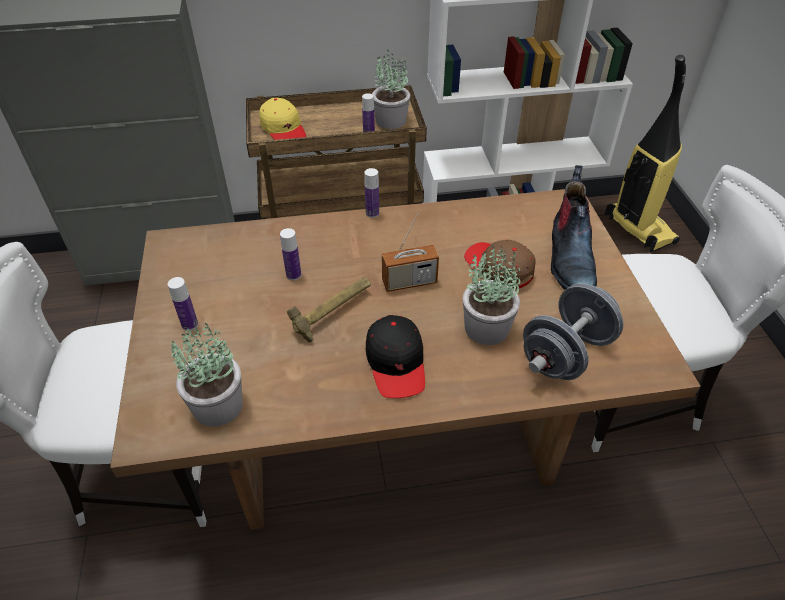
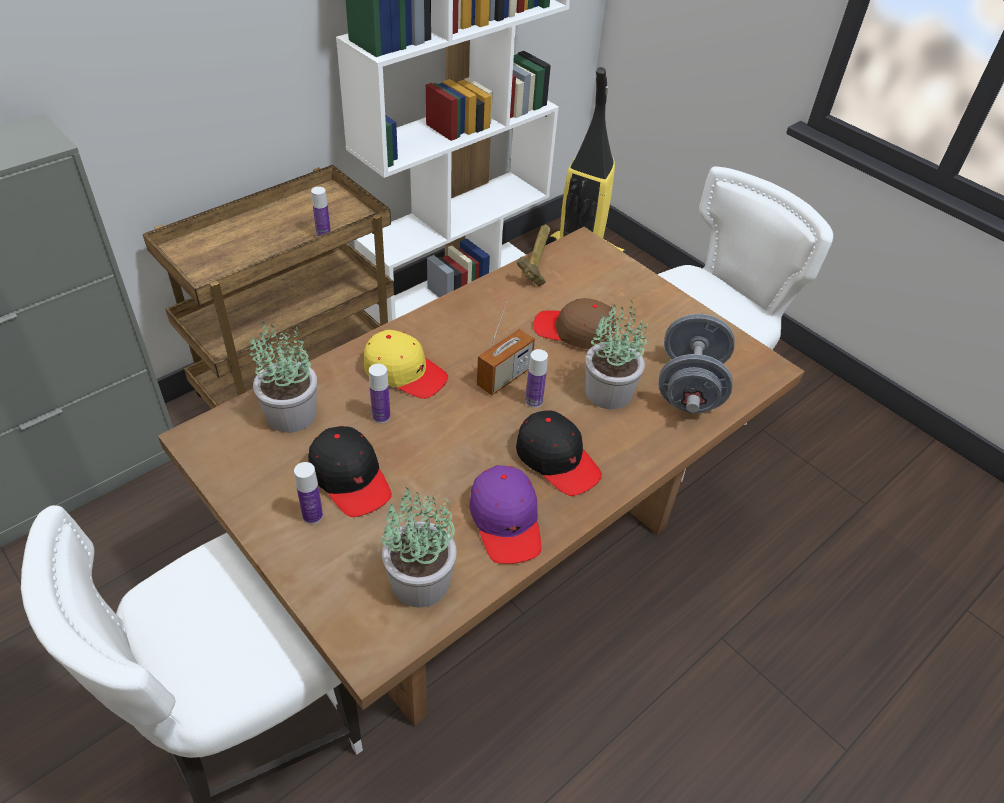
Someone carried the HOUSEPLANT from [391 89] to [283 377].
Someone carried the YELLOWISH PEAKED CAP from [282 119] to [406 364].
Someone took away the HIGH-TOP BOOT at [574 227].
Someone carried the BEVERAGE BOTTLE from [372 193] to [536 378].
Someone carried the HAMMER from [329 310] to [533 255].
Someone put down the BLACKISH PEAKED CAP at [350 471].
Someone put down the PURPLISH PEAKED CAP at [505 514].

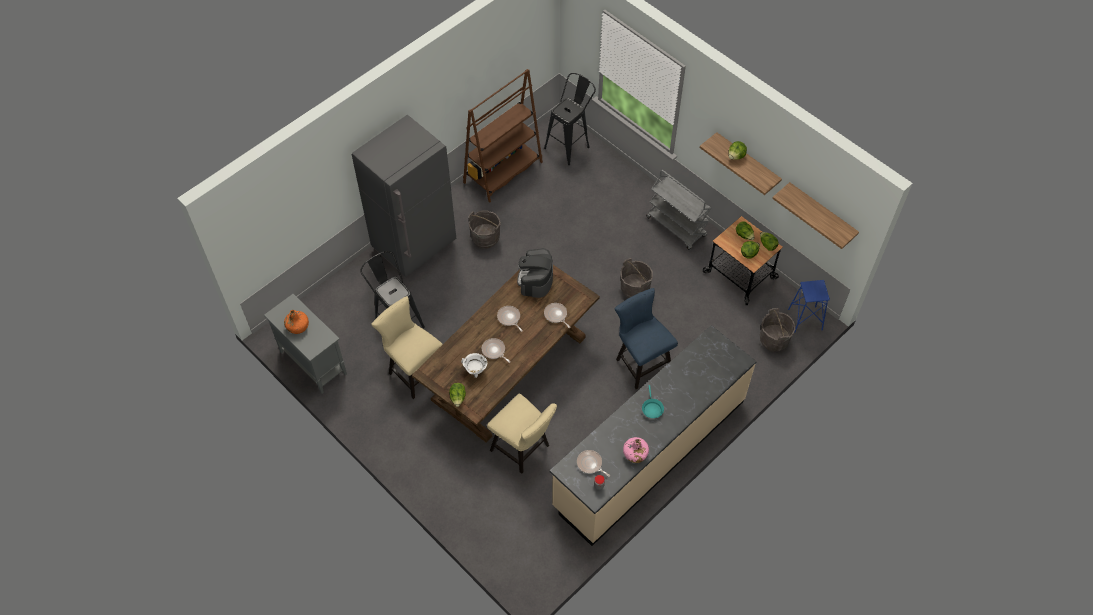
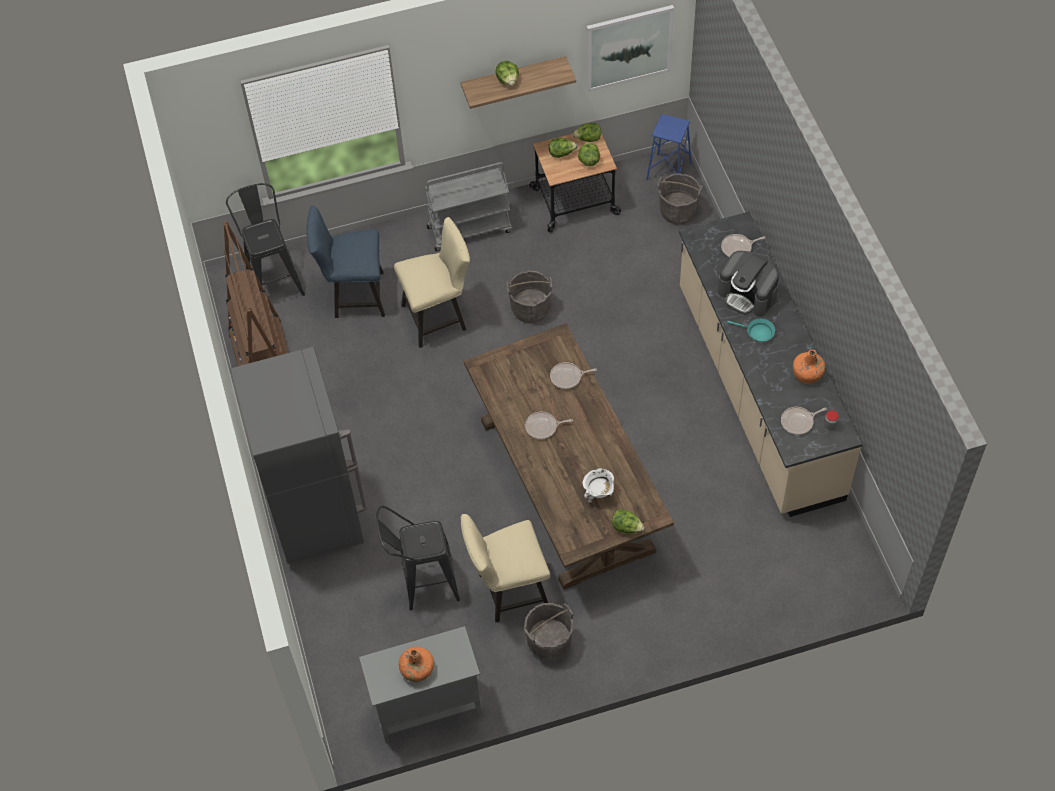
Someone swapped the BRACKET SHELF at [815 215] for the WALL PICTURE at [630 48].
Someone carried the GREYISH BUCKET from [484 229] to [549 631].
Someone carried the COFFEE BREWER from [535 273] to [748 284].
Someone carried the BLUE-COLOURED UPRIGHT CHAIR from [646 338] to [346 262].
Someone carried the SKILLET from [496 350] to [743 245].
Someone carried the BEIGE-COLOURED UPRIGHT CHAIR from [522 434] to [432 282].
Someone repainted the PINK-COLOURED BEVERAGE BOTTLE at [636 450], which became the ORANGE BEVERAGE BOTTLE at [809 366].

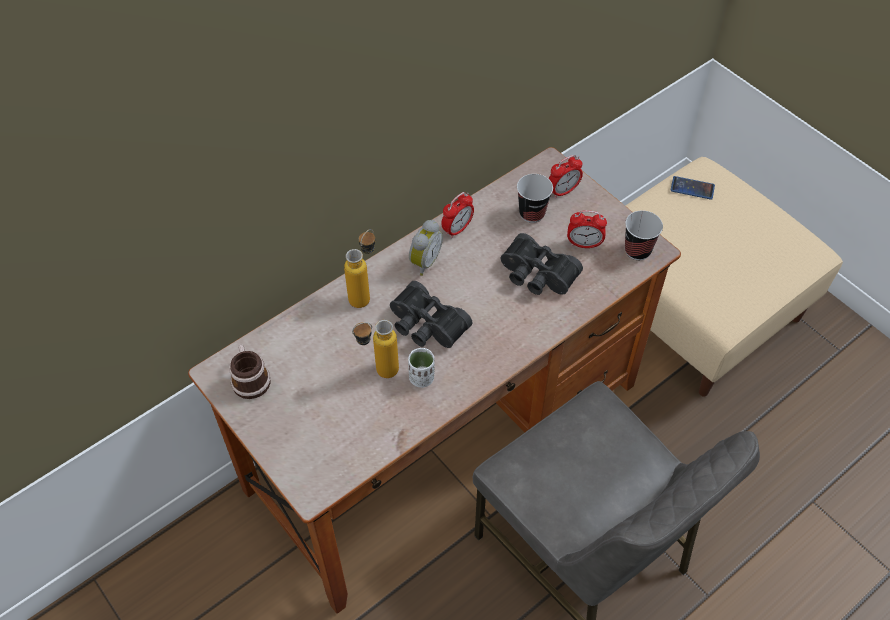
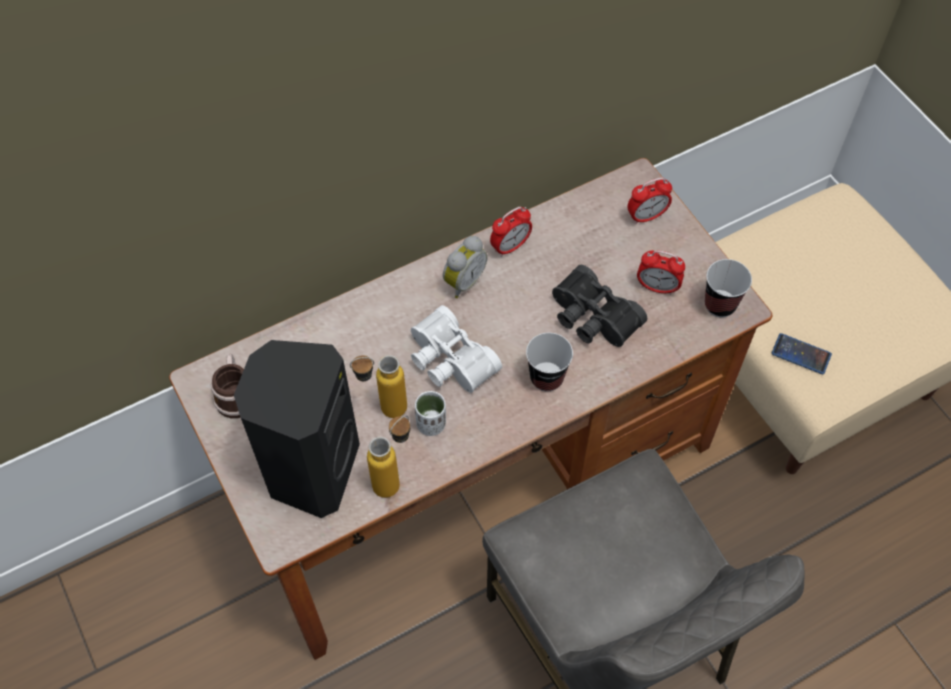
Someone carried the SMALL CUP from [535 198] to [549 362].
Someone carried the TELEPHONE from [693 188] to [802 354].
Someone carried the BEVERAGE BOTTLE from [359 268] to [388 457].
Someone repainted the BLACKISH BINOCULARS at [431 314], which became the WHITISH BINOCULARS at [456 349].
Someone put down the BLACKISH AUDIO SPEAKER at [297 429].

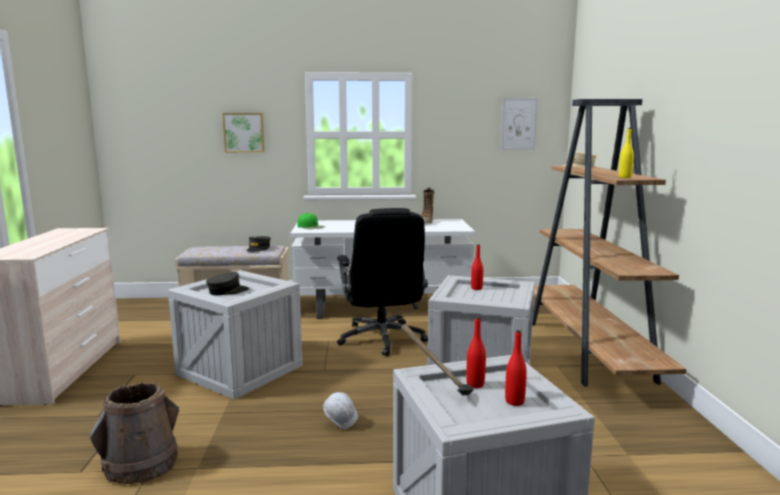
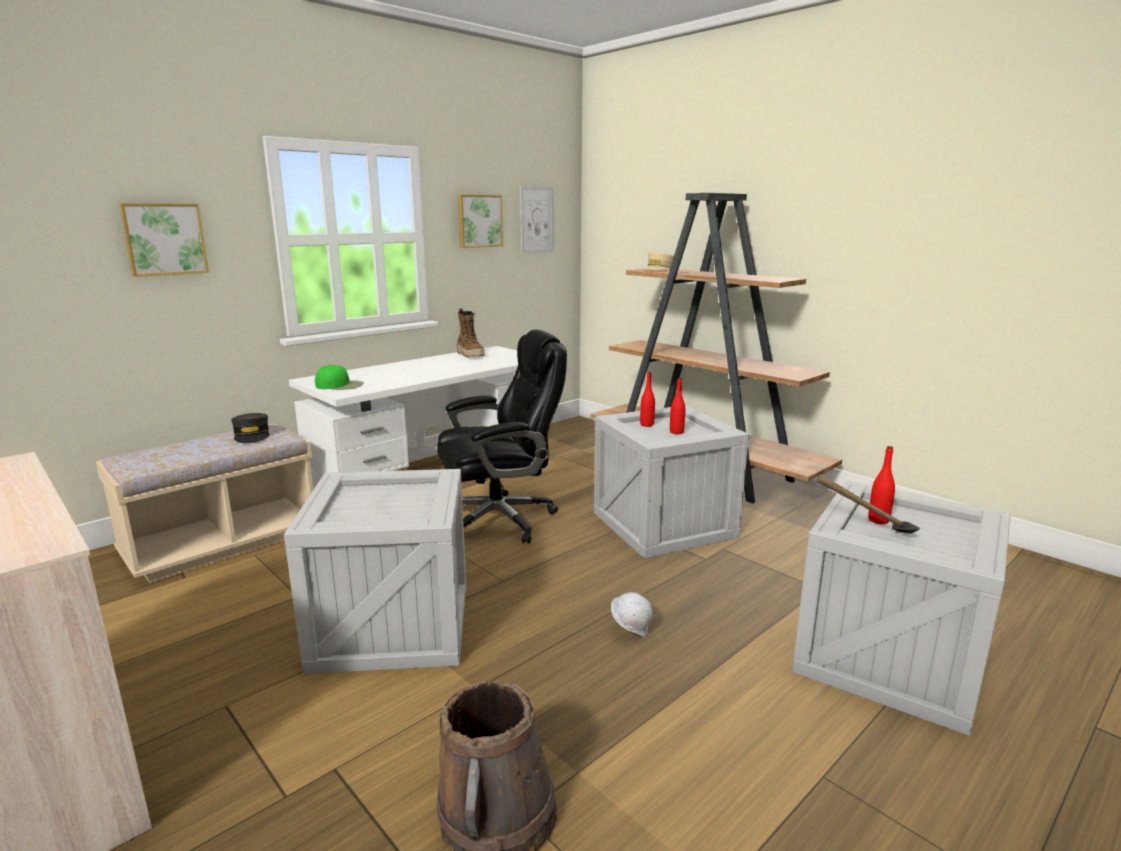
Someone took away the YELLOWISH BEVERAGE BOTTLE at [626 153].
Someone rotated the BLACKISH COMPUTER CHAIR at [382 282] by 60 degrees counterclockwise.
Someone took away the GREYISH PEAKED CAP at [227 283].
Someone carried the RED-COLOURED BEVERAGE BOTTLE from [516 368] to [677 406].
Someone put up the WALL PICTURE at [480 221].

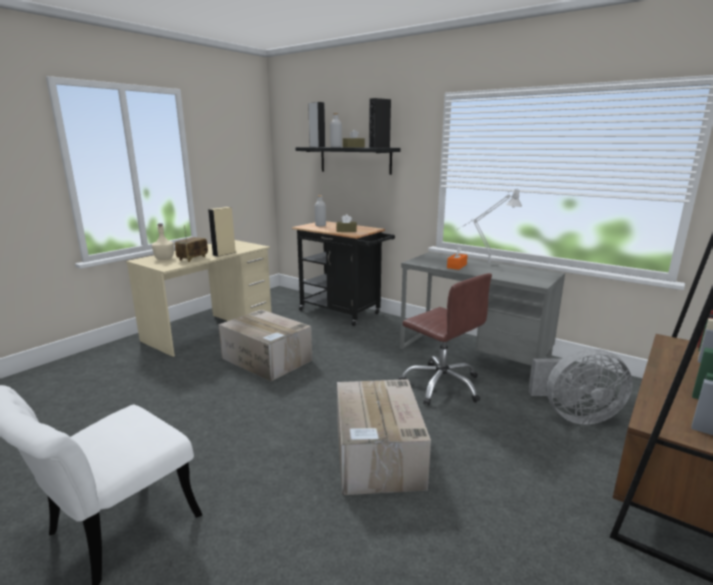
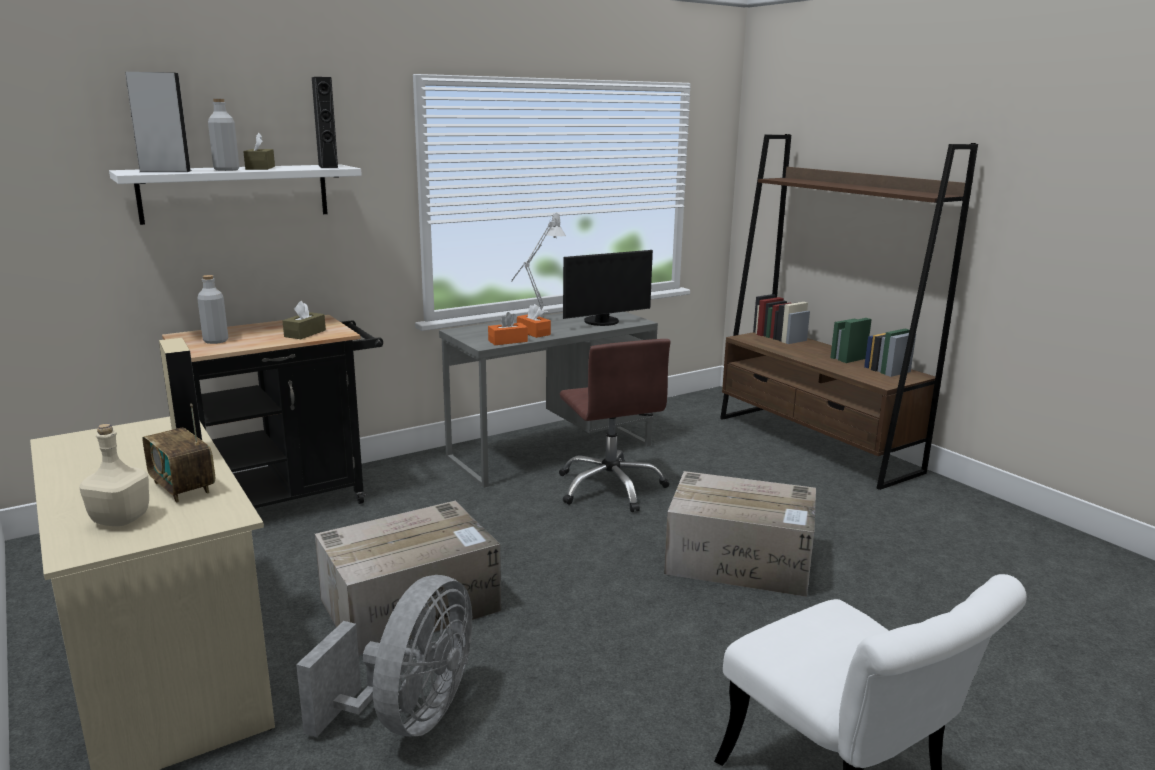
Someone repainted the BLACKISH BRACKET SHELF at [348 161], which became the WHITISH BRACKET SHELF at [235 194].
Someone rotated the BROWN COMPUTER CHAIR at [445 339] by 90 degrees clockwise.
Someone carried the GREYISH ELECTRIC FAN from [581 386] to [384 656].
Someone put down the MONITOR at [608 288].
Someone put down the ORANGE TISSUE BOX at [508 328].

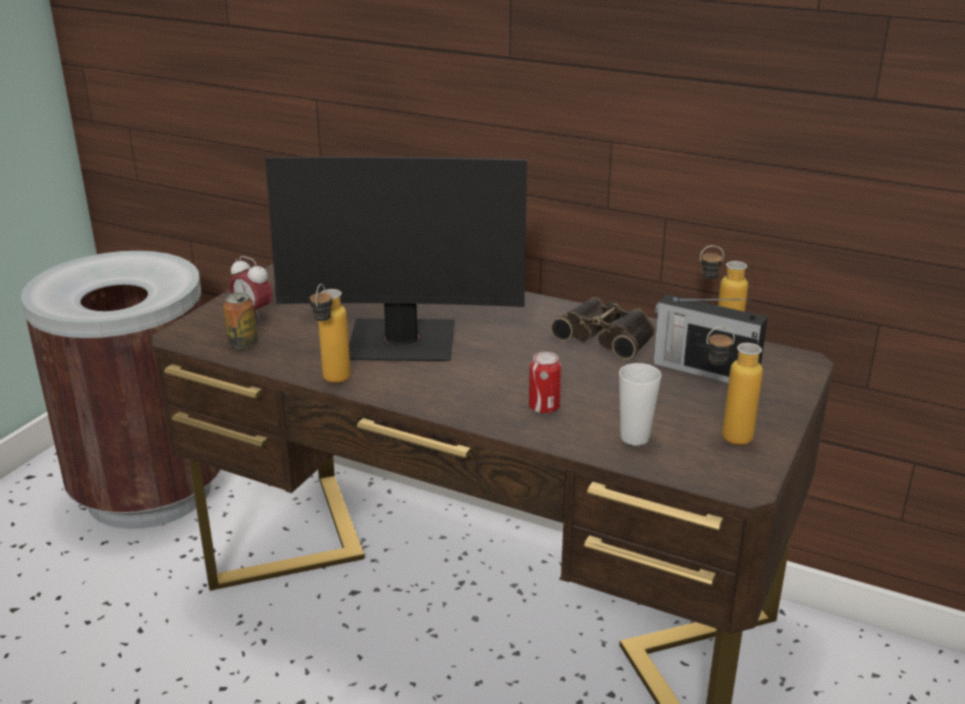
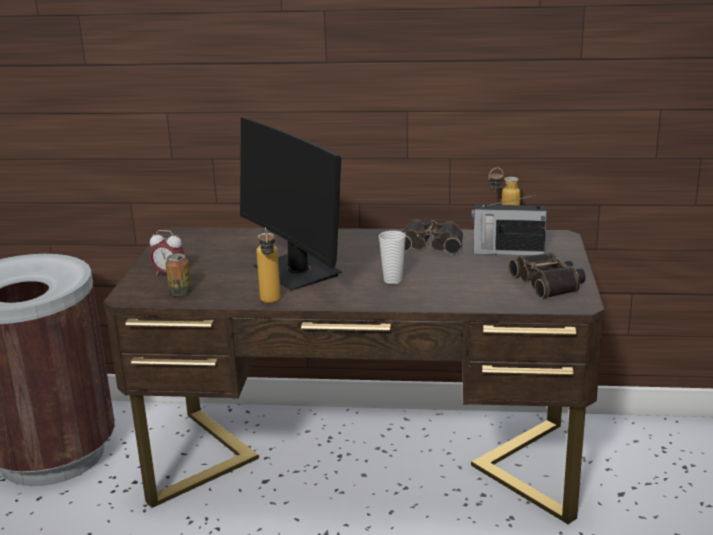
Someone rotated the MONITOR at [396 259] by 75 degrees clockwise.
Someone swapped the BEVERAGE BOTTLE at [735 385] for the BINOCULARS at [547 275].
Someone took away the SEALED CAN at [545 383].
Someone carried the SMALL CUP from [640 404] to [392 257].

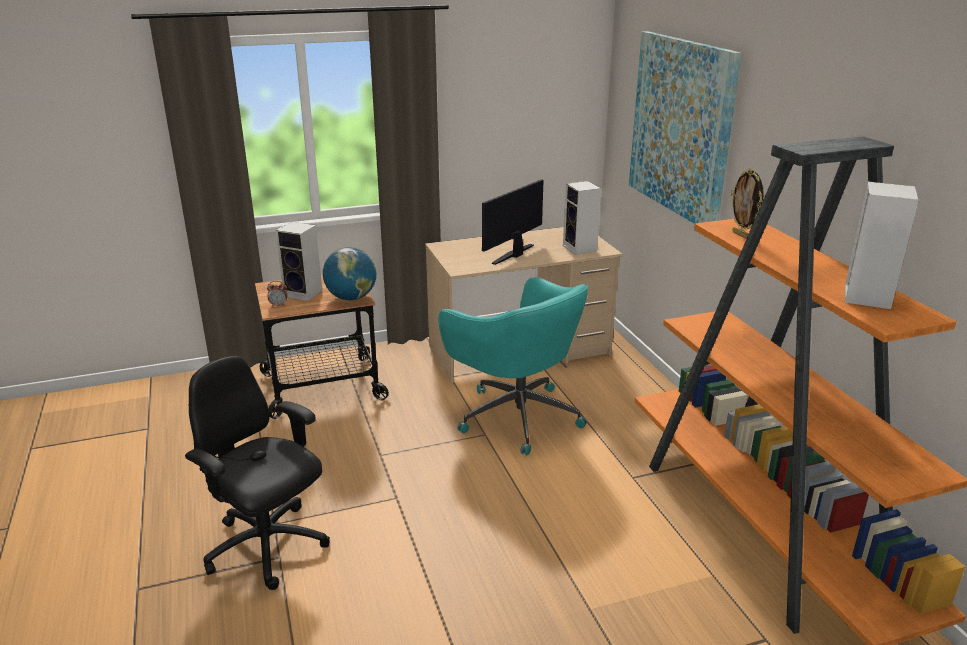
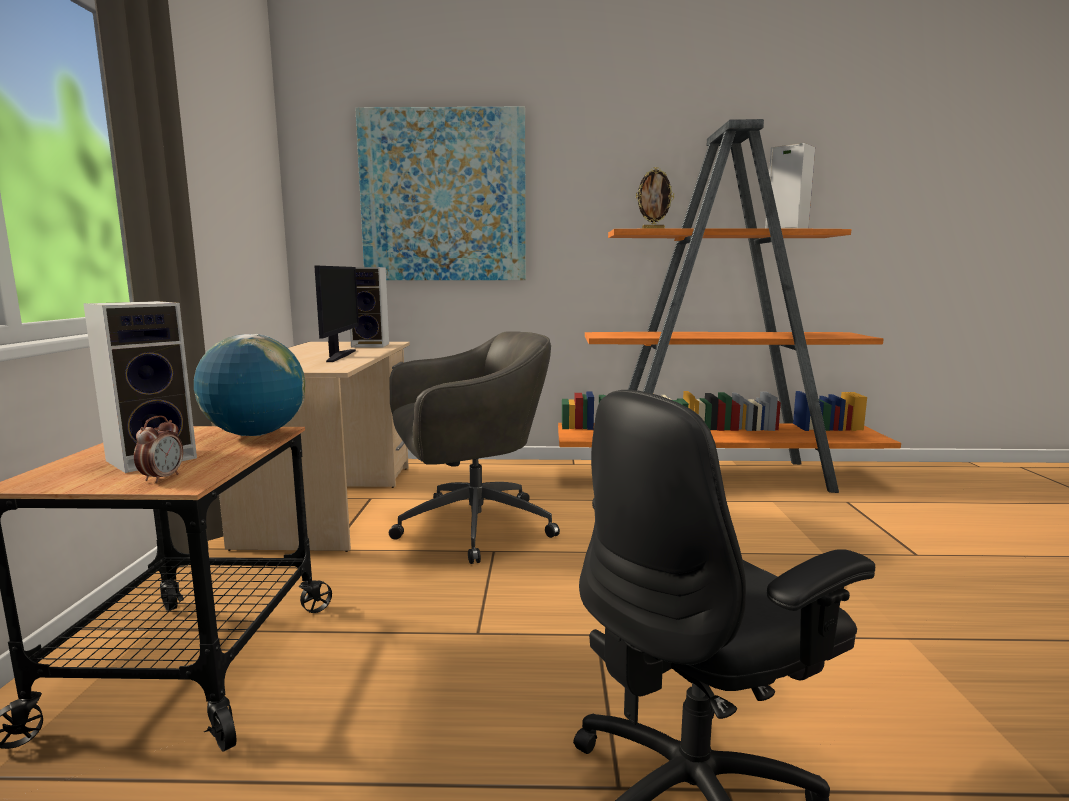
Someone rotated the MONITOR at [513 222] by 150 degrees counterclockwise.
Someone repainted the TURQUOISE COMPUTER CHAIR at [513 366], which became the GREYISH COMPUTER CHAIR at [474 447].

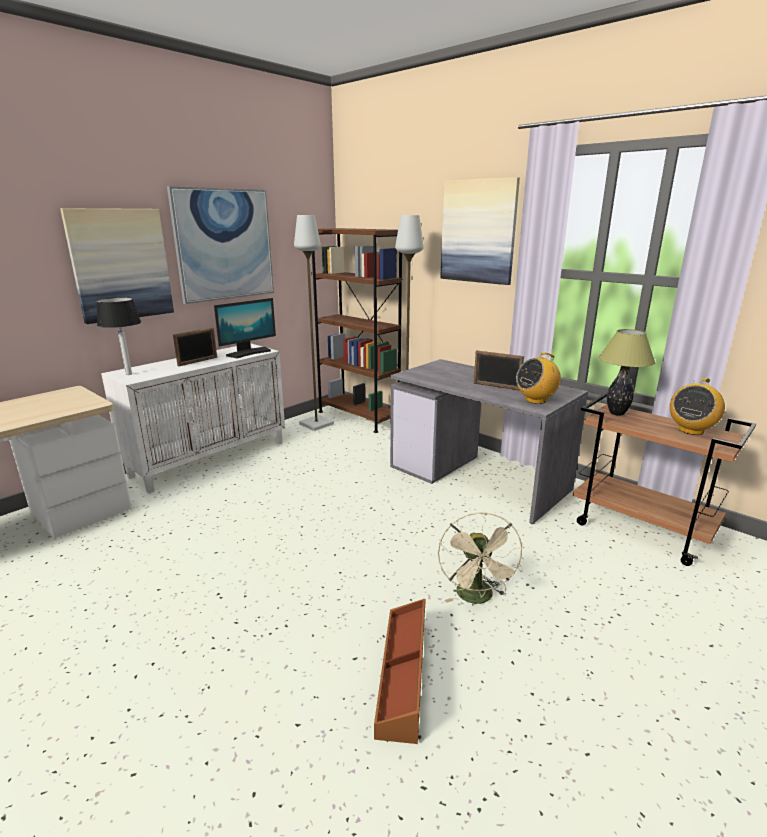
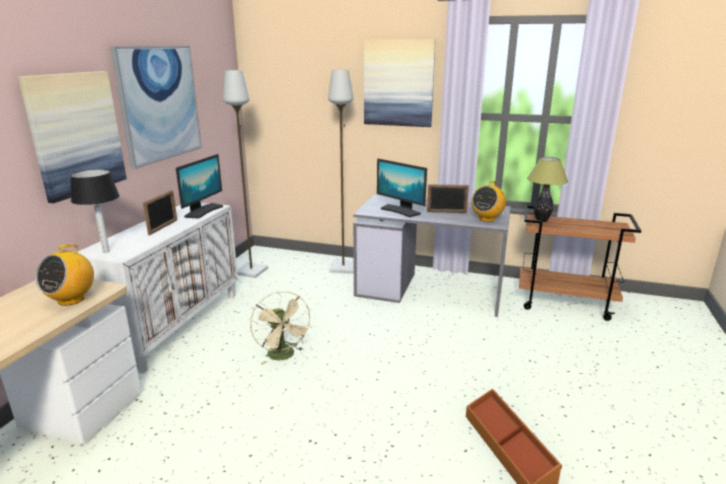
Someone took away the BROWN BOOKCASE at [357 330].
Someone carried the RADIO SET from [697 406] to [64 275].
Someone carried the BEIGE-COLOURED ELECTRIC FAN from [481 558] to [281 328].
Someone put down the MONITOR at [402 187].

